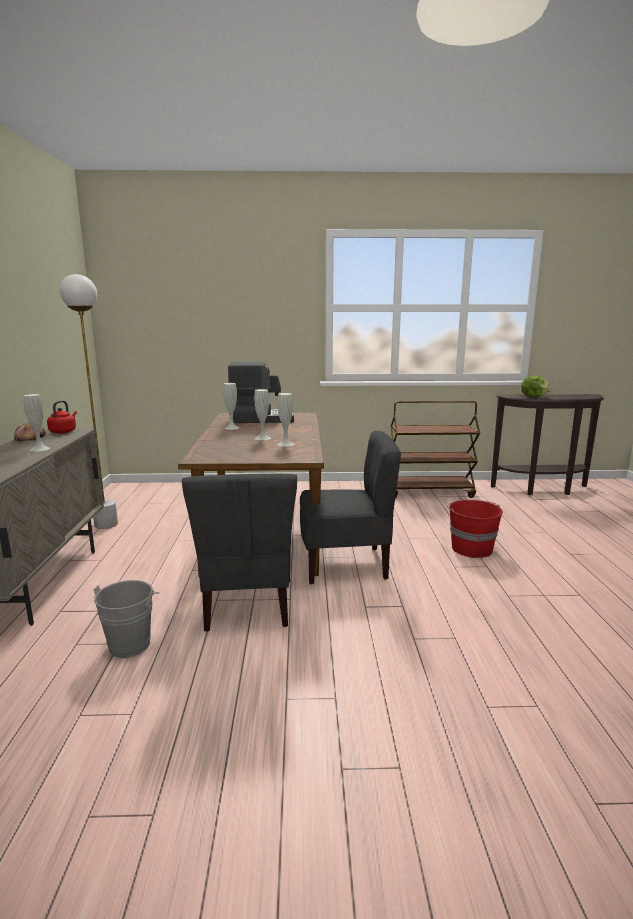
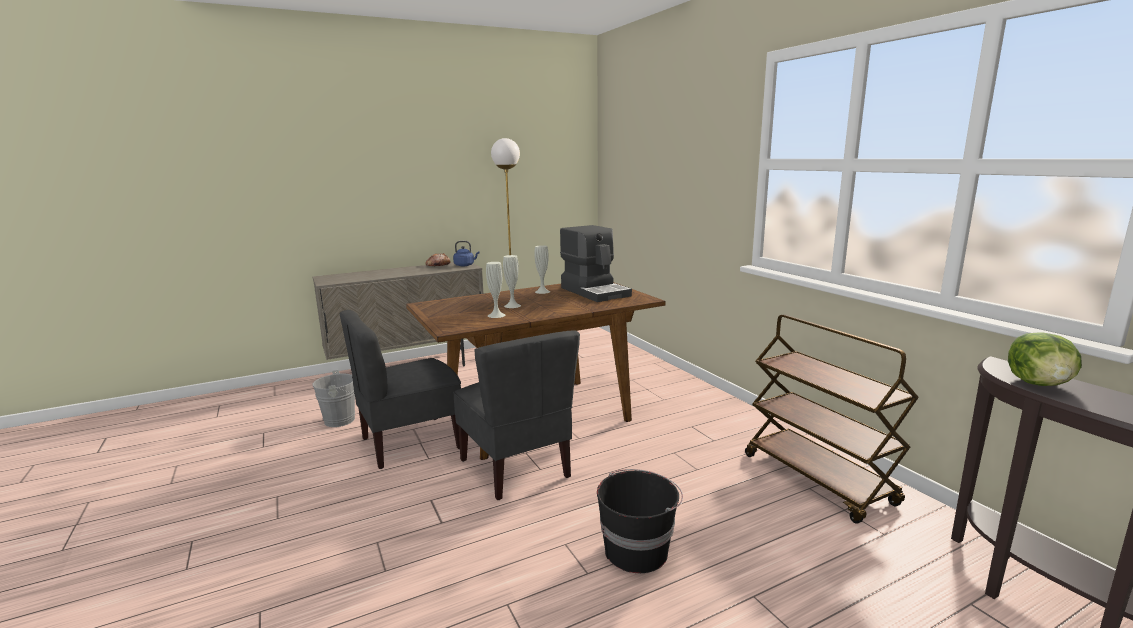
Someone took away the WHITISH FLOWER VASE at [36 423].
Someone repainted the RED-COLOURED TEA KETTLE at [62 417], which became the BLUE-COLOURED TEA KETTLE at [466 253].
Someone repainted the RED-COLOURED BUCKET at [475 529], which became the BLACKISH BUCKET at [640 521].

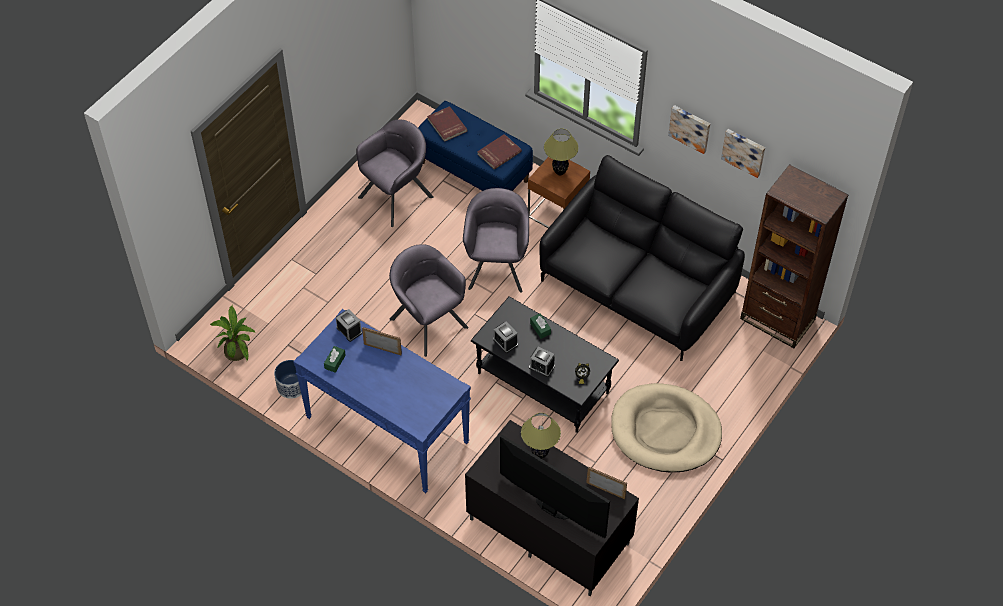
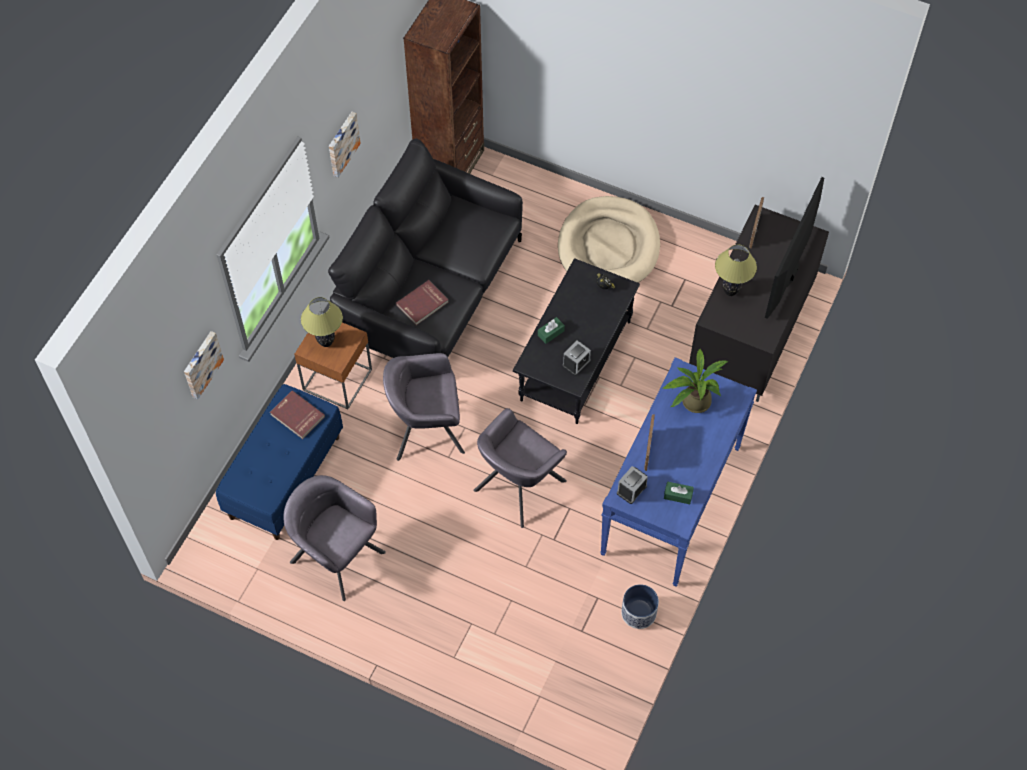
Someone carried the RED-COLOURED BOUND BOOK from [447 124] to [422 302].
Someone carried the WALL PICTURE from [743 153] to [204 365].
Someone carried the HOUSEPLANT from [233 333] to [695 380].
Someone took away the ALARM CLOCK at [542 362].

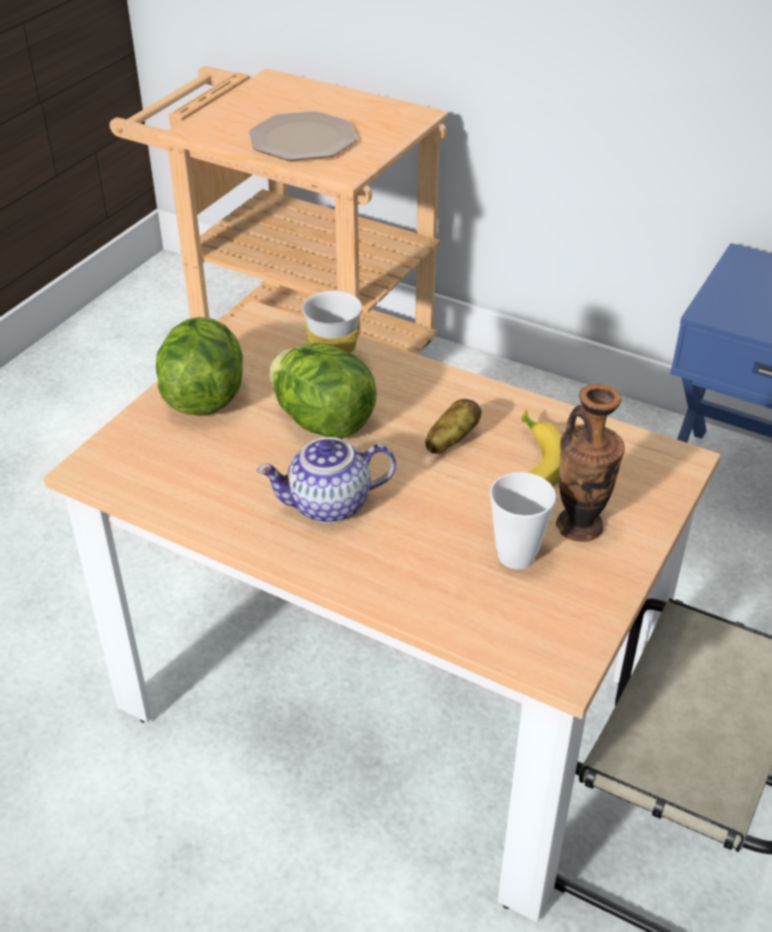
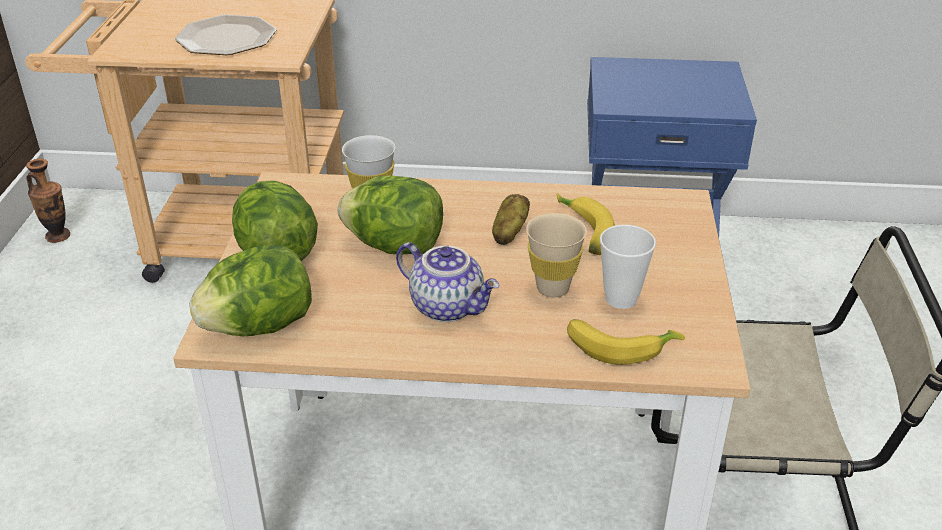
Someone carried the FLOWER VASE from [590 463] to [48 201].
Someone rotated the TEAPOT at [326 480] by 105 degrees counterclockwise.
Someone put down the BEIGE-COLOURED SMALL CUP at [556 255].
Someone put down the LETTUCE HEAD at [250 290].
Someone put down the BANANA FRUIT at [626 342].

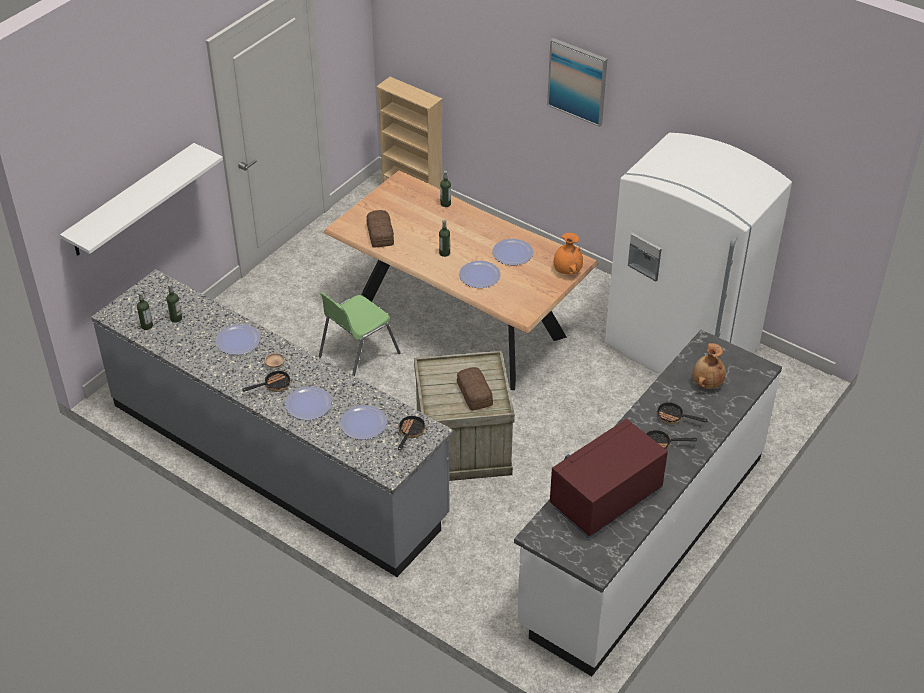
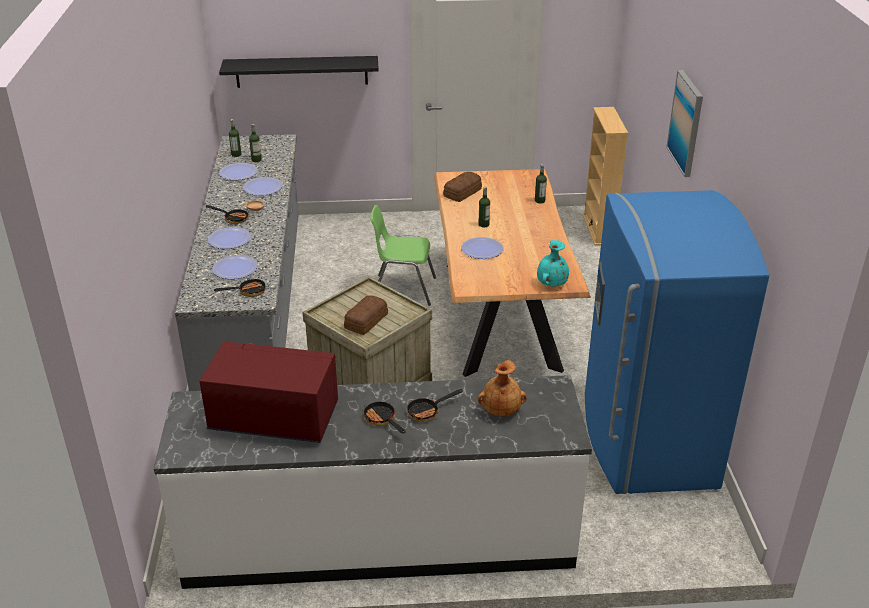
Someone repainted the WHITISH REFRIGERATOR at [698 254], which became the BLUE-COLOURED REFRIGERATOR at [677 342].
Someone repainted the WHITISH BRACKET SHELF at [141 199], which became the BLACKISH BRACKET SHELF at [299 72].
Someone repainted the ORANGE FLOWER VASE at [568 254], which became the TURQUOISE FLOWER VASE at [553 263].
Someone carried the DINNER PLATE from [512 252] to [238 171].
Someone rotated the SKILLET at [682 412] by 105 degrees counterclockwise.

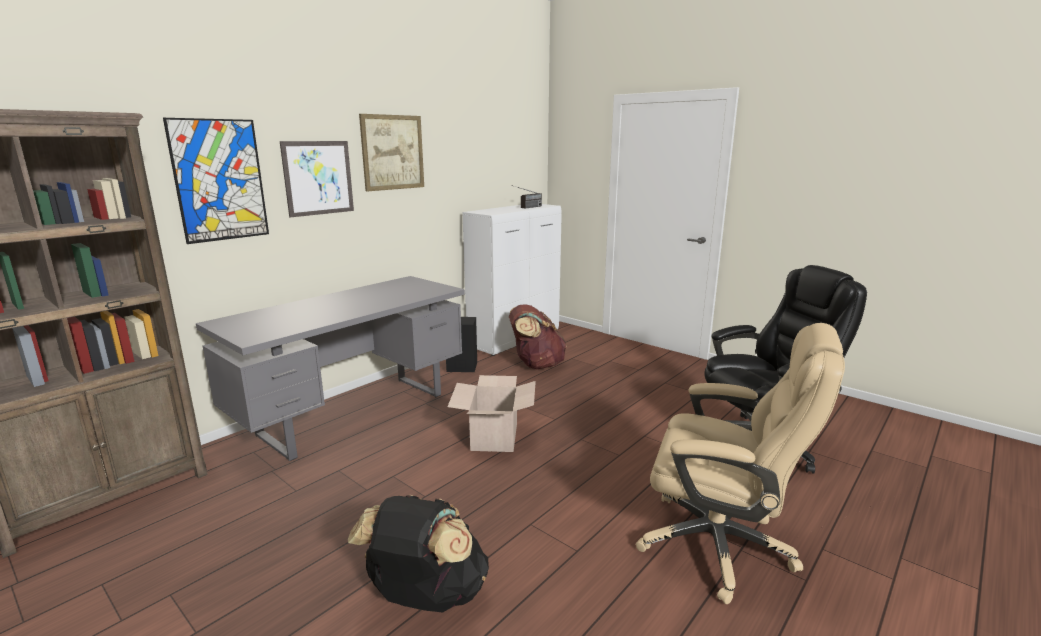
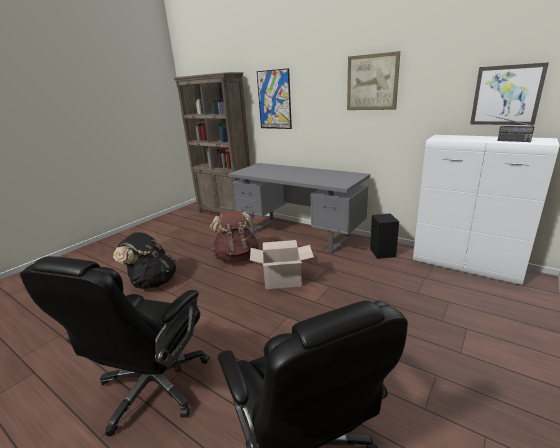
Someone carried the WALL PICTURE from [317 179] to [509 93].
Someone carried the BROWN RUCKSACK from [538 336] to [234 236].
Someone repainted the BEIGE-COLOURED COMPUTER CHAIR at [740 463], which became the BLACKISH COMPUTER CHAIR at [115 346].

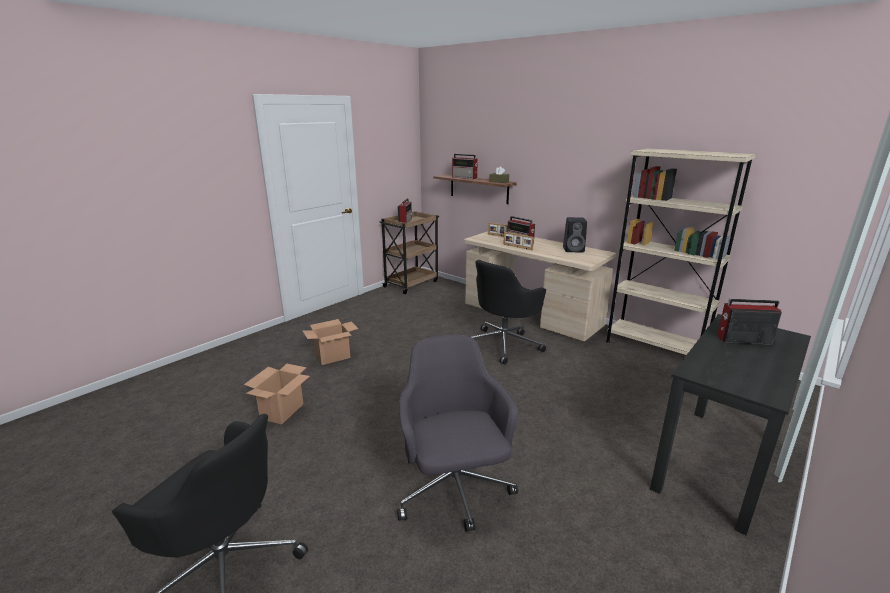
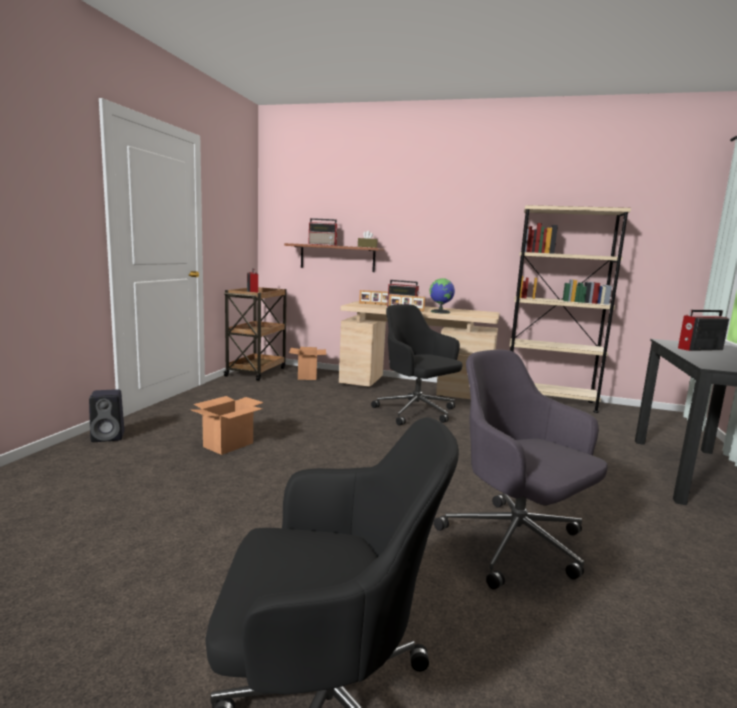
Someone carried the BLACKISH AUDIO SPEAKER from [575 235] to [106 415].
Someone rotated the BLACKISH COMPUTER CHAIR at [508 312] by 120 degrees clockwise.
Someone carried the PACKING BOX from [277 394] to [307 363].
Someone put down the GLOBE at [442 296].

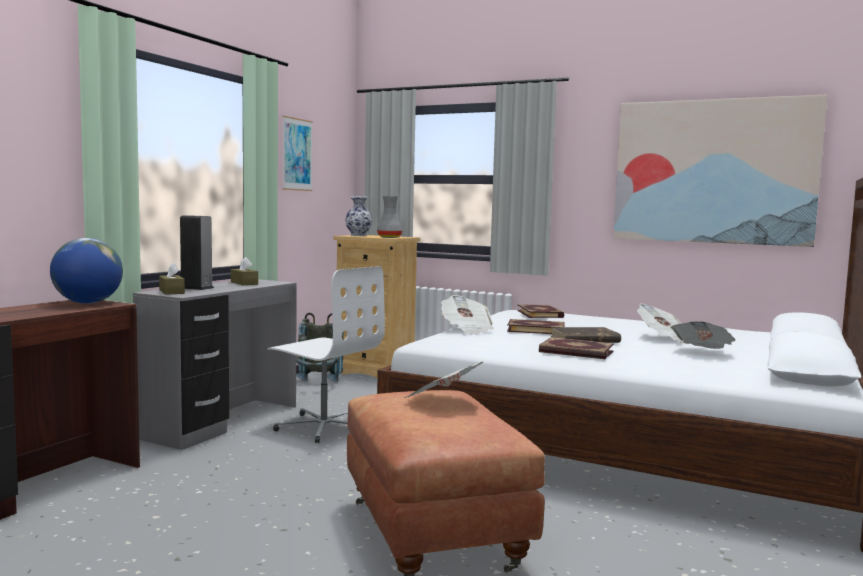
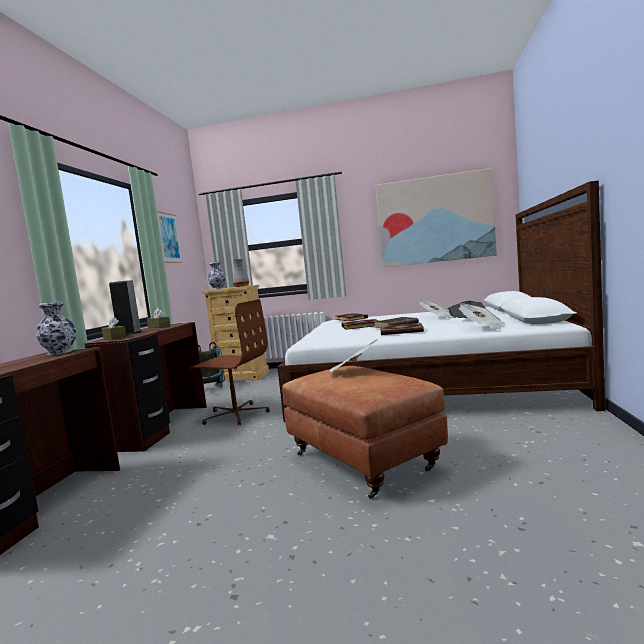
Someone swapped the GLOBE at [86 271] for the FLOWER VASE at [56 328].
Someone repainted the WHITISH COMPUTER CHAIR at [326 354], which became the BROWN COMPUTER CHAIR at [229 362].
Someone repainted the GREYISH DESK TABLE at [215 364], which became the BROWN DESK TABLE at [145 387].
Someone carried the NEWSPAPER from [467 315] to [482 316].

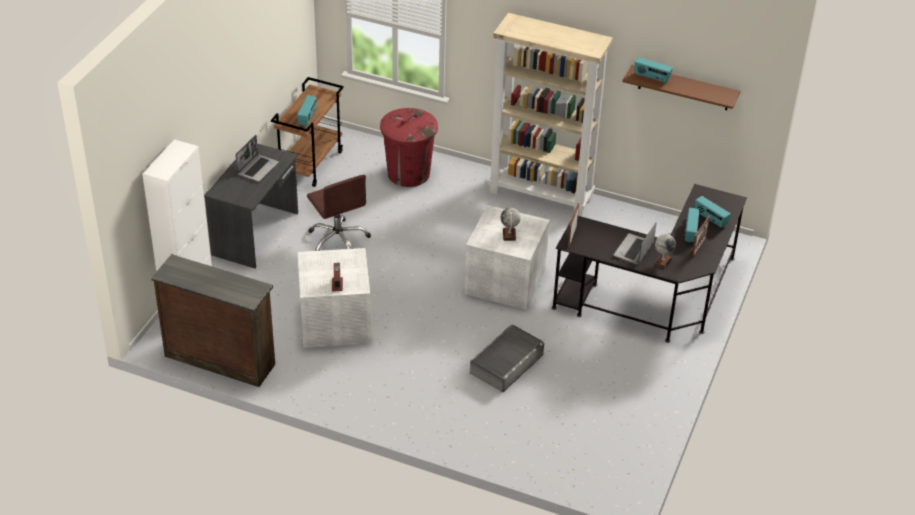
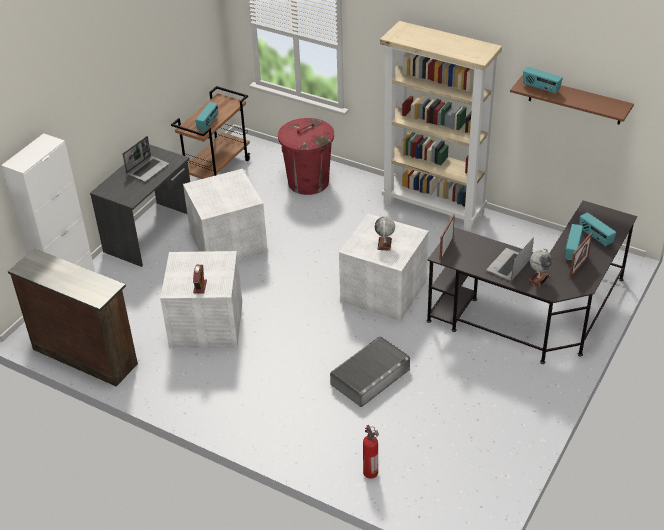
Someone swapped the BROWN COMPUTER CHAIR at [339 213] for the WHITISH STORAGE CONTAINER at [225 215].
Someone put down the FIRE-FIGHTING CYLINDER at [371 452].

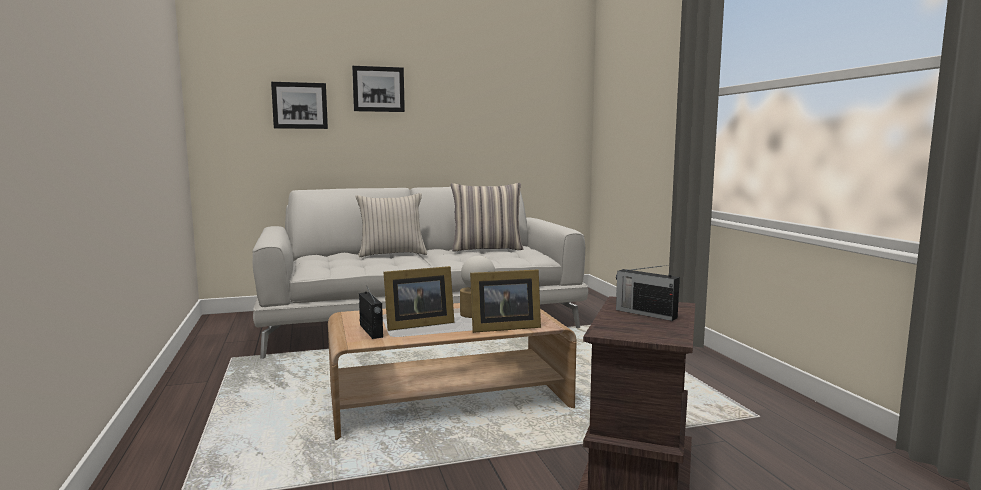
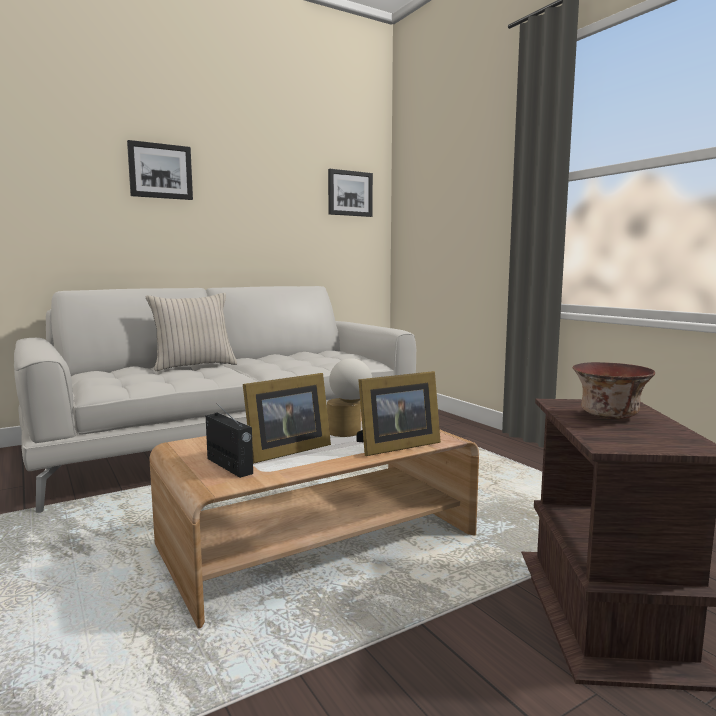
Someone carried the WALL PICTURE from [299 105] to [350 193].
Someone took away the CUSHION at [487 217].
Someone swapped the RADIO SET at [648 293] for the SERVING BOWL at [614 390].

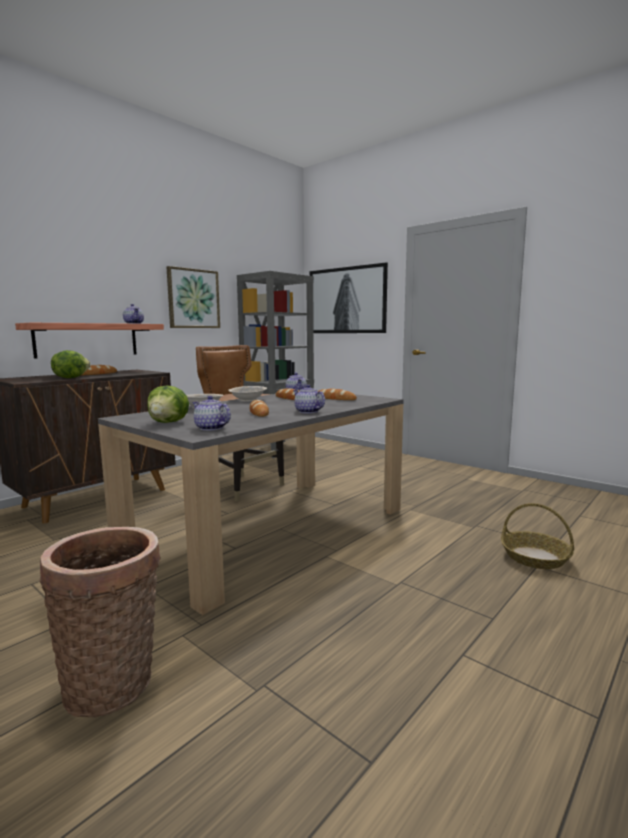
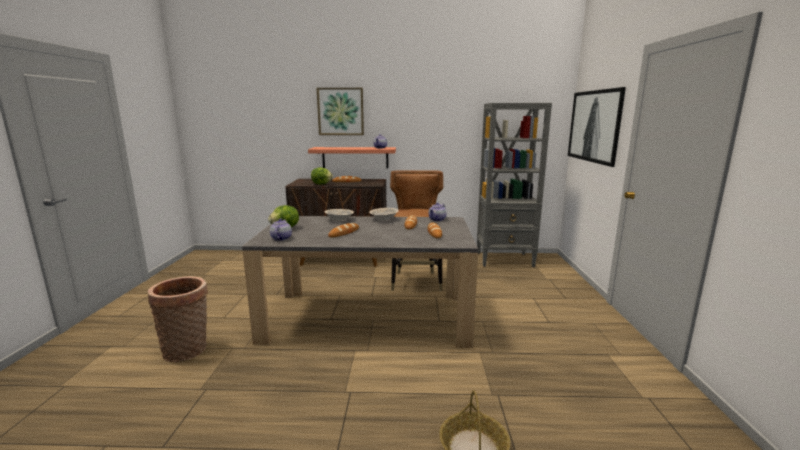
Someone carried the WALL PICTURE from [193 297] to [340 111].
Someone took away the TEAPOT at [309 399].

